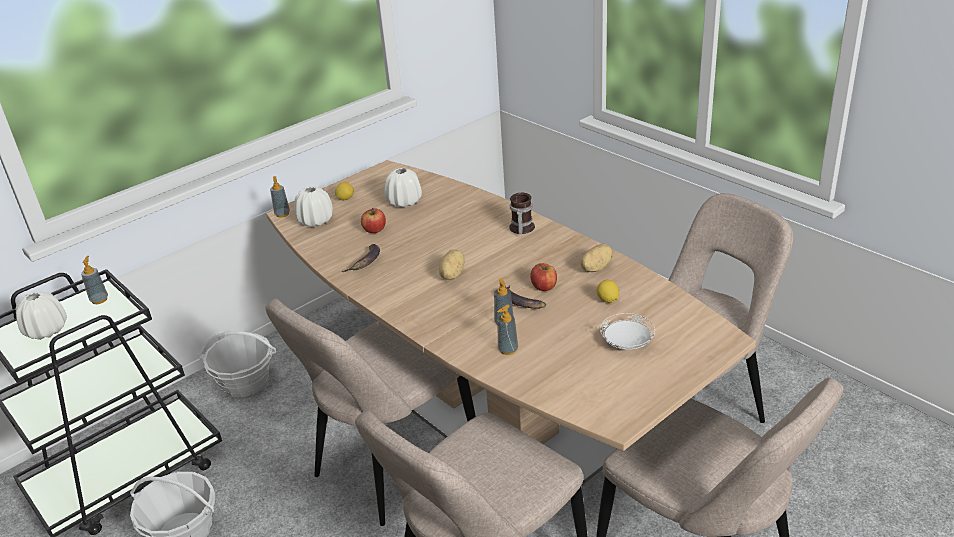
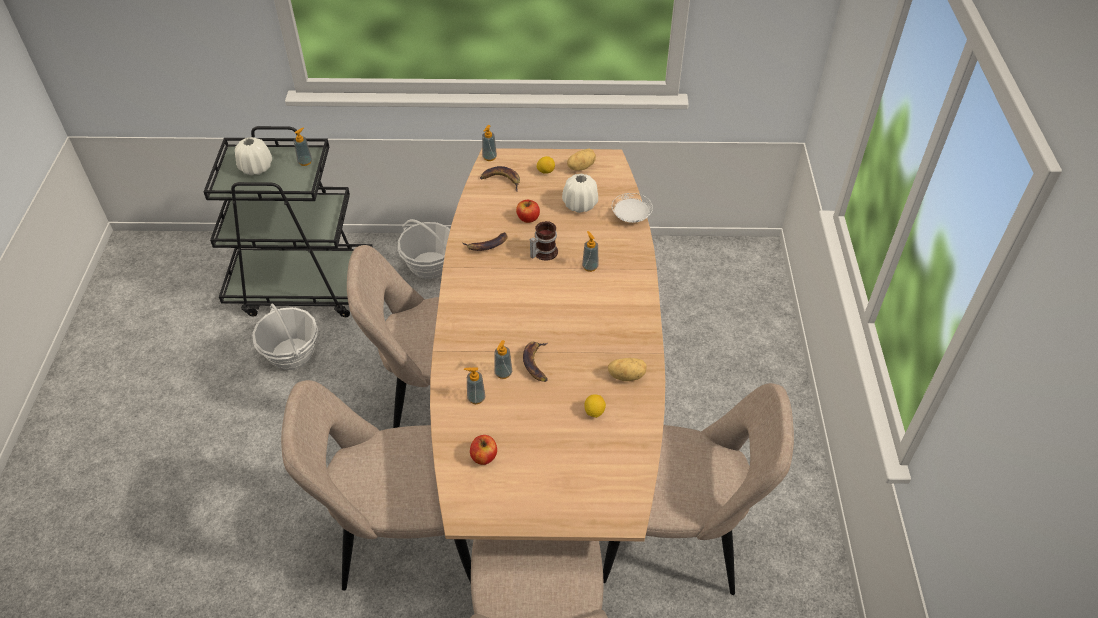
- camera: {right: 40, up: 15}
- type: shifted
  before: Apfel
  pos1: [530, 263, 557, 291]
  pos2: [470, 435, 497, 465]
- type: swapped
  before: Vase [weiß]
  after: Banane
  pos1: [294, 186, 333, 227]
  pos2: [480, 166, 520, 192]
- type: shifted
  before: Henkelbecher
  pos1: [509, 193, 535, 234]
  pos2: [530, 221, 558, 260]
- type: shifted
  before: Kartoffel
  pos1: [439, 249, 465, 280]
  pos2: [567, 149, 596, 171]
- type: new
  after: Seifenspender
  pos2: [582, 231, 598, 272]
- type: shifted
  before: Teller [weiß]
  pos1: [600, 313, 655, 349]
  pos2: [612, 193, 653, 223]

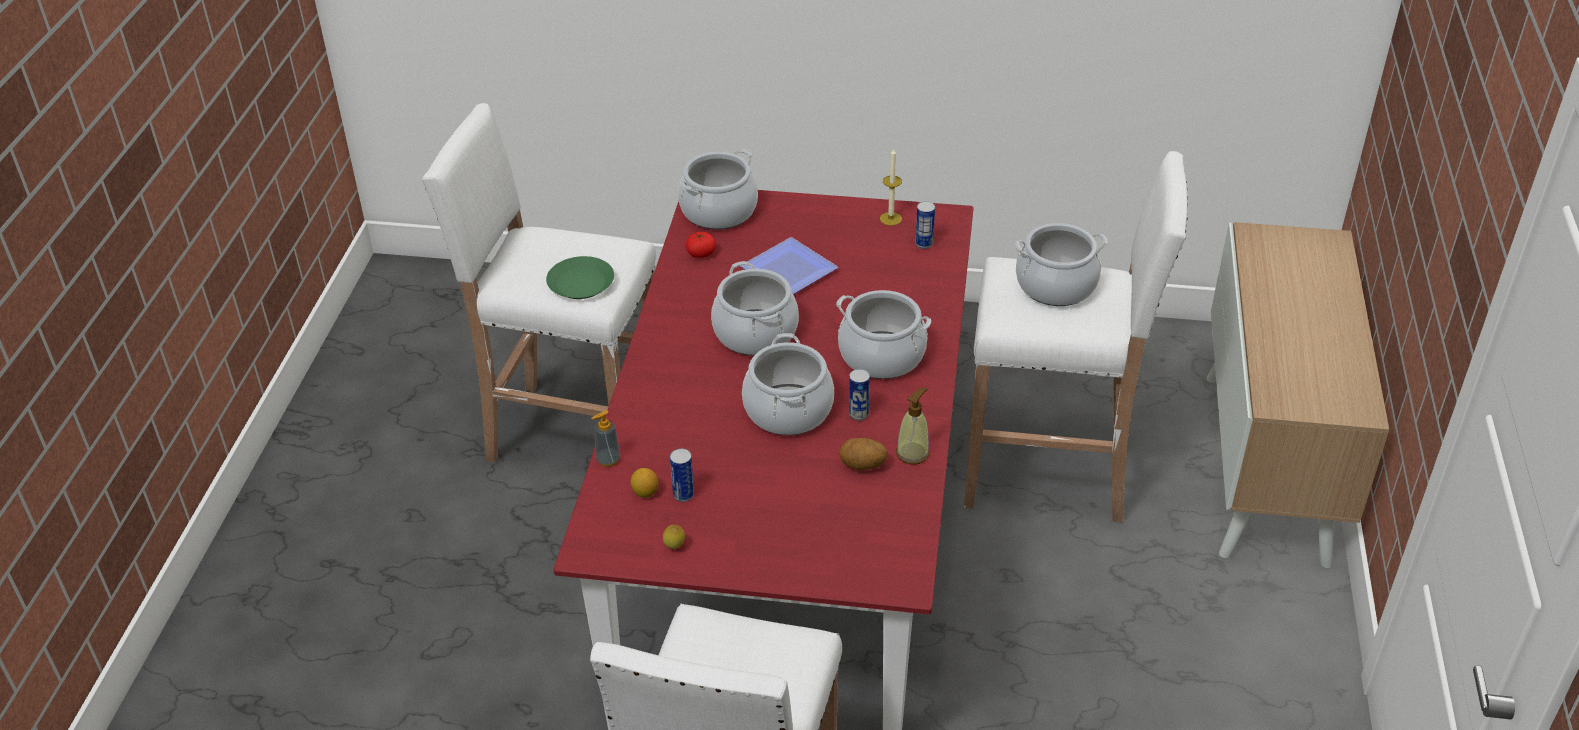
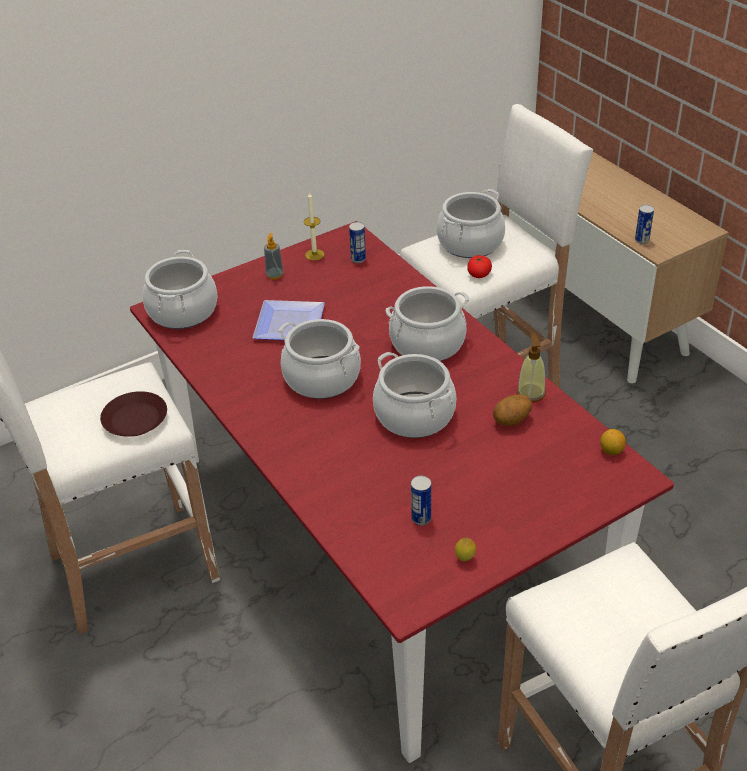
- camera: {right: -40, up: 0}
- type: repainted
  before: Teller [grün]
  after: Teller [braun]
  pos1: [546, 256, 614, 299]
  pos2: [100, 391, 167, 436]
- type: shifted
  before: Seifenspender
  pos1: [592, 410, 620, 467]
  pos2: [264, 233, 284, 280]
- type: shifted
  before: Tomate
  pos1: [686, 232, 716, 258]
  pos2: [467, 255, 492, 278]
- type: shifted
  before: Zitrone
  pos1: [631, 468, 658, 498]
  pos2: [600, 429, 626, 455]
- type: shifted
  before: Dose
  pos1: [849, 369, 870, 421]
  pos2: [635, 205, 654, 244]

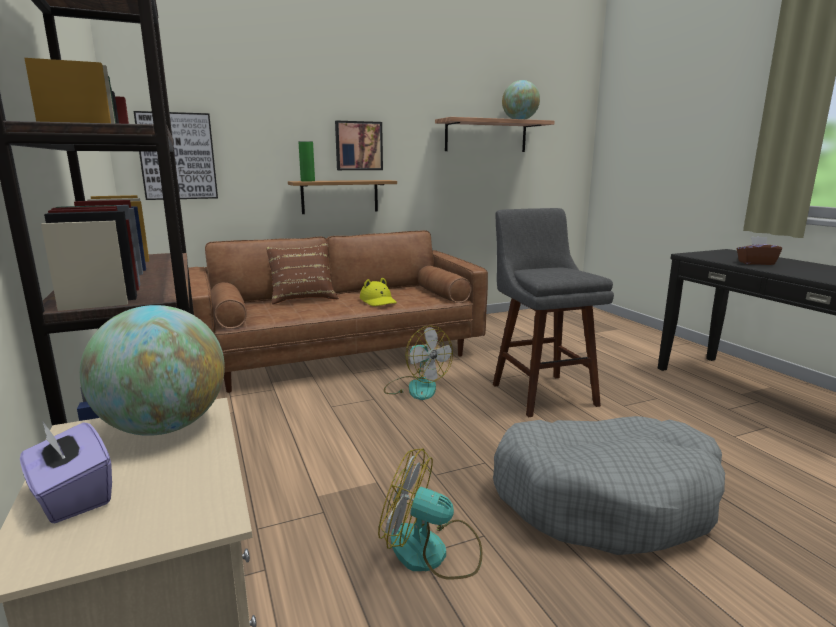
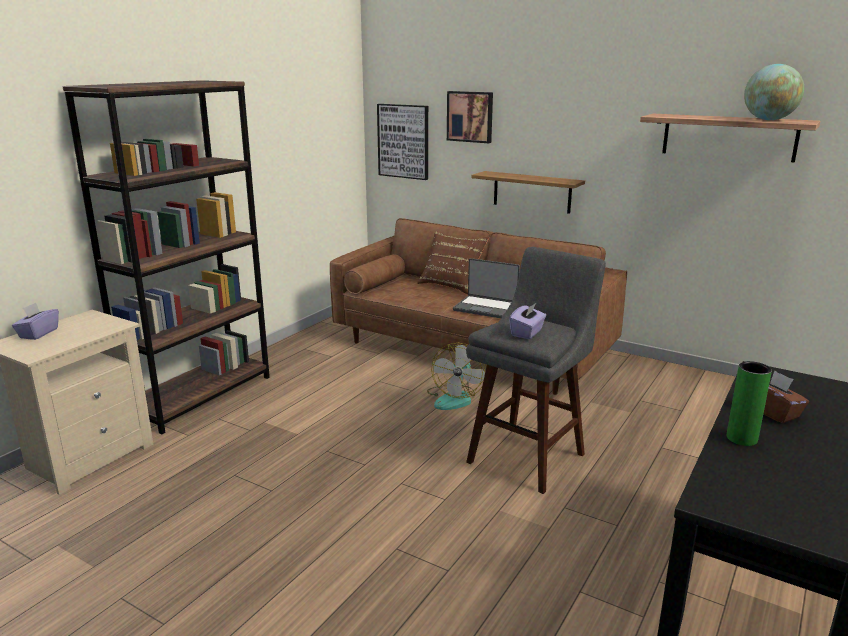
- camera: {right: 55, up: 5}
- type: shifted
  before: Bild
  pos1: [335, 121, 383, 170]
  pos2: [447, 91, 493, 143]
- type: swapped
  before: Hut [gelb]
  after: Laptop
  pos1: [360, 278, 397, 306]
  pos2: [453, 258, 520, 318]
- type: new
  after: Taschentuchbox [lila]
  pos2: [509, 302, 546, 339]
- type: shifted
  before: Vase [grün]
  pos1: [298, 141, 315, 181]
  pos2: [726, 361, 772, 446]
- type: gone
  before: Globus
  pos1: [80, 305, 225, 436]
- type: gone
  before: Ventilator
  pos1: [378, 448, 482, 580]
- type: gone
  before: Hundebett [grau]
  pos1: [493, 416, 725, 555]

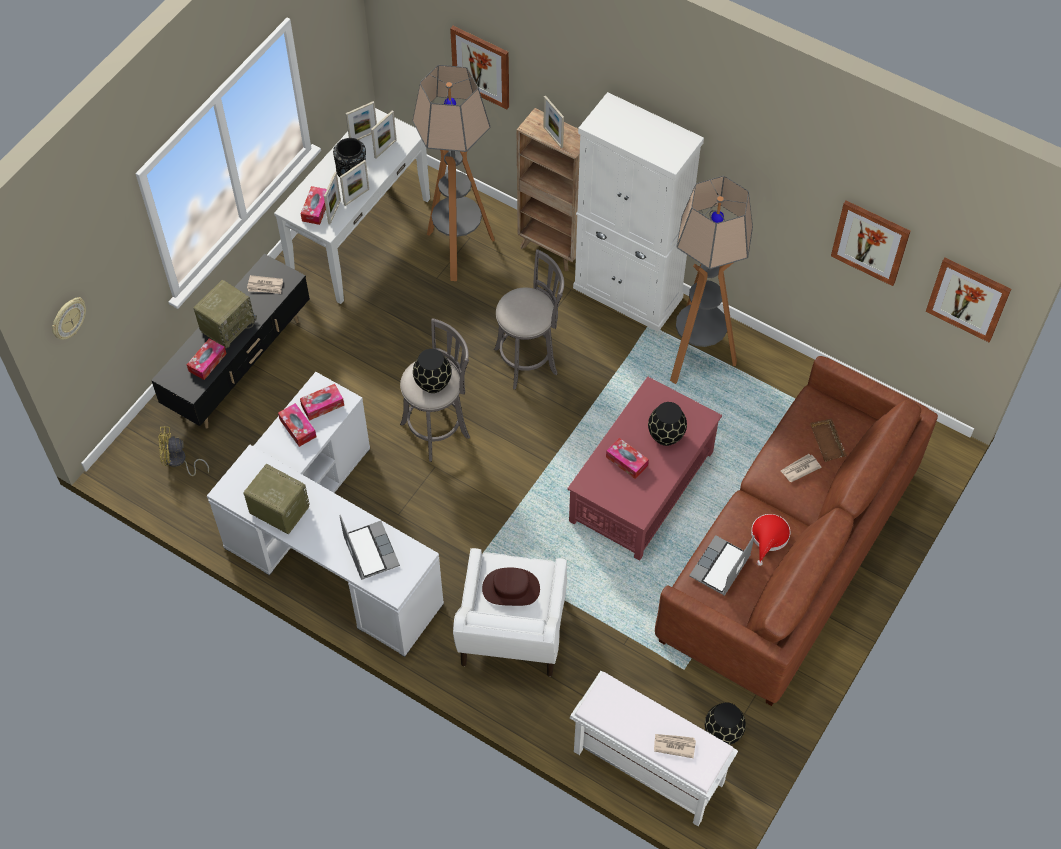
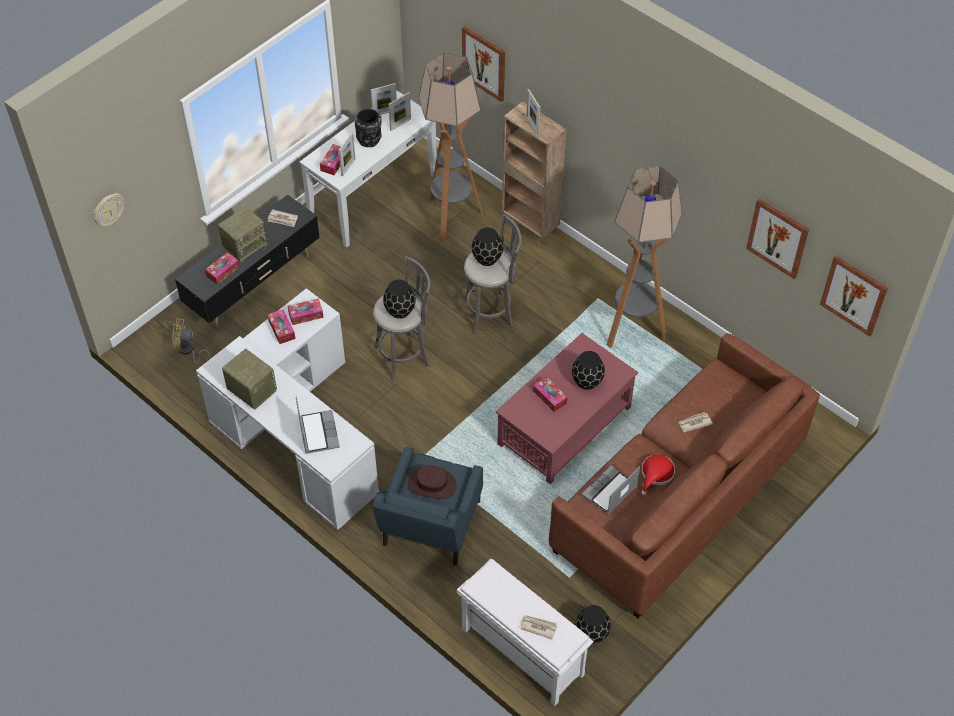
- camera: {right: 10, up: -5}
- type: repainted
  before: Sessel [weiß]
  after: Sessel [blau]
  pos1: [453, 548, 567, 677]
  pos2: [373, 447, 483, 565]
- type: new
  after: Vase [schwarz]
  pos2: [472, 228, 503, 266]
- type: gone
  before: Bilderrahmen
  pos1: [340, 160, 369, 206]
- type: gone
  before: Schrank [weiß]
  pos1: [573, 92, 704, 332]
- type: gone
  before: Tablett [braun]
  pos1: [810, 418, 847, 462]

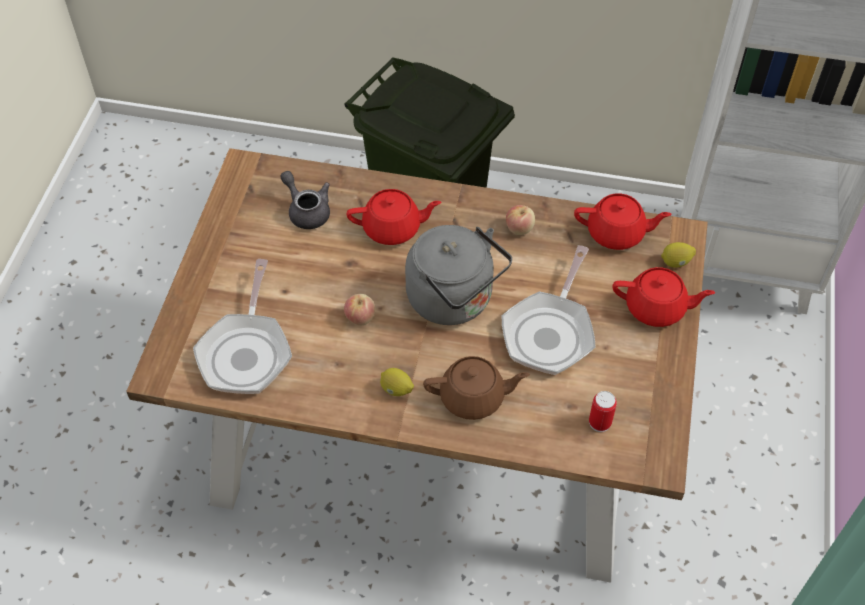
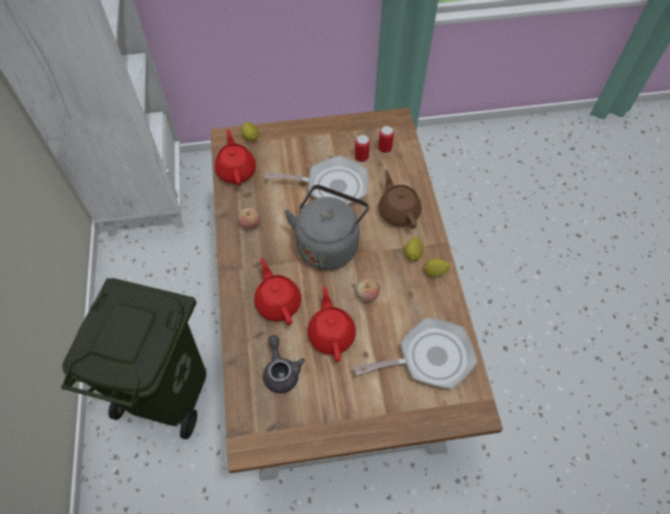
- camera: {right: -110, up: 5}
- type: rotated
  before: Teekanne [grau]
  pos1: [280, 171, 330, 229]
  pos2: [263, 335, 305, 393]
  turn: 135
- type: shifted
  before: Teekanne [rot]
  pos1: [612, 267, 715, 327]
  pos2: [308, 286, 356, 362]
- type: new
  after: Dose
  pos2: [355, 135, 370, 163]
- type: new
  after: Zitrone
  pos2: [423, 259, 450, 278]

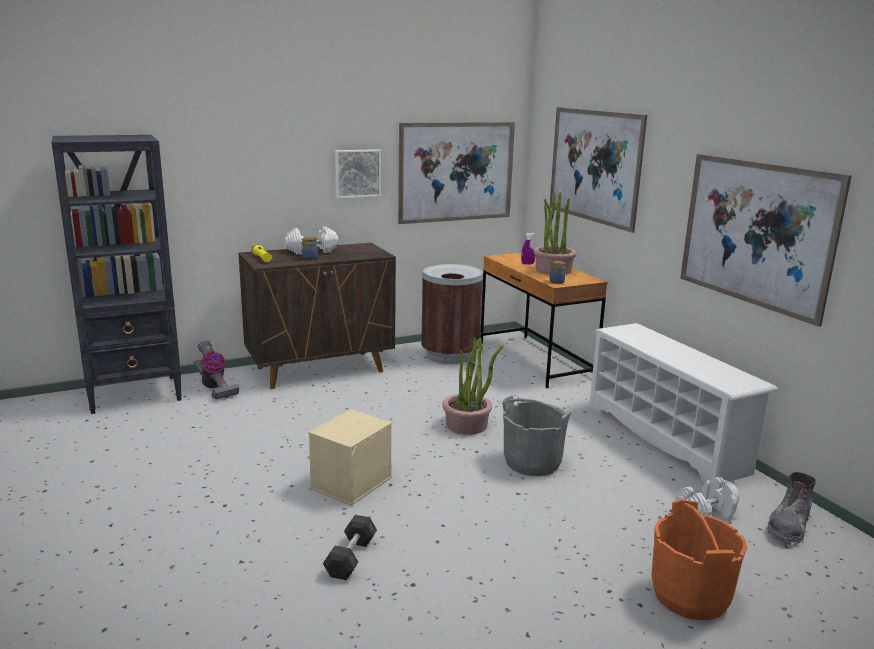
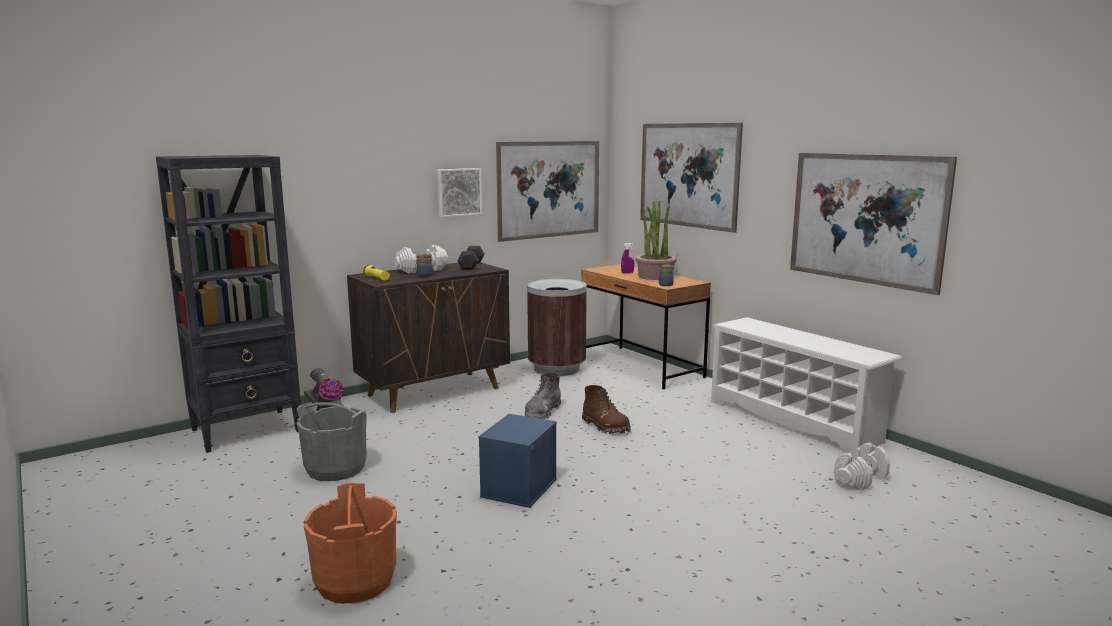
- camera: {right: -10, up: -5}
- type: shifted
  before: Eimer [grau]
  pos1: [502, 396, 571, 476]
  pos2: [297, 402, 367, 481]
- type: shifted
  before: Eimer [orange]
  pos1: [651, 500, 747, 620]
  pos2: [303, 483, 397, 604]
- type: shifted
  before: Hantel [grau]
  pos1: [323, 515, 377, 580]
  pos2: [457, 246, 485, 270]
- type: repainted
  before: Aufbewahrungsbox [beige]
  after: Aufbewahrungsbox [blau]
  pos1: [308, 409, 392, 506]
  pos2: [478, 414, 557, 508]
- type: shifted
  before: Stiefel [grau]
  pos1: [767, 472, 816, 545]
  pos2: [525, 372, 561, 419]
- type: swapped
  before: Topfpflanze
  after: Stiefel [braun]
  pos1: [442, 338, 504, 435]
  pos2: [582, 385, 631, 434]

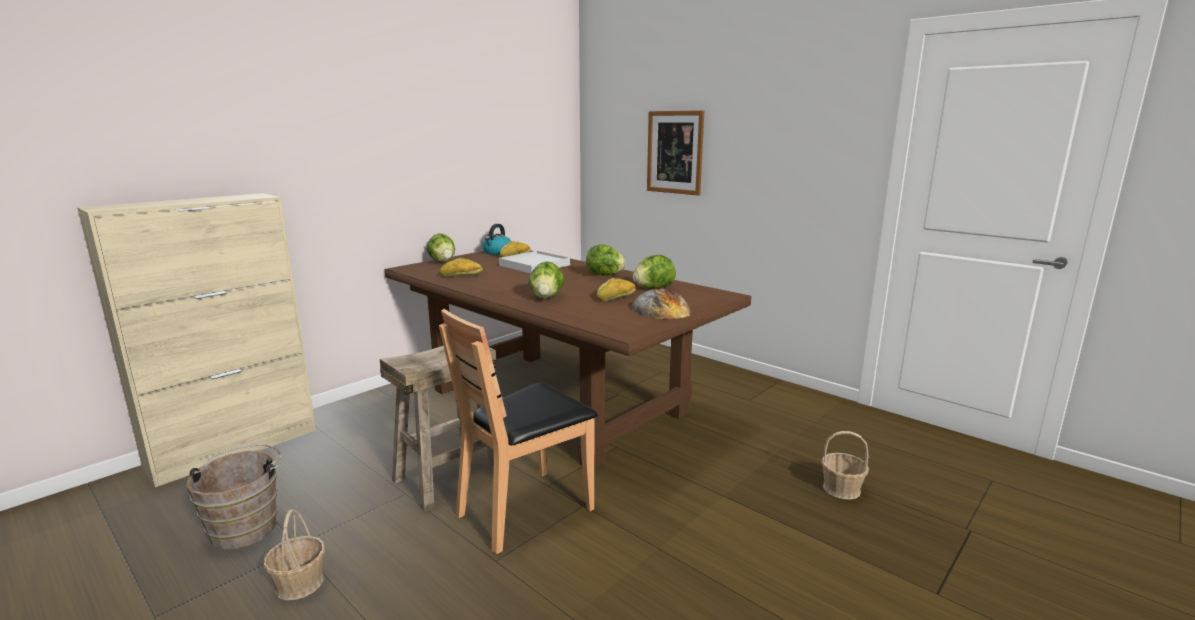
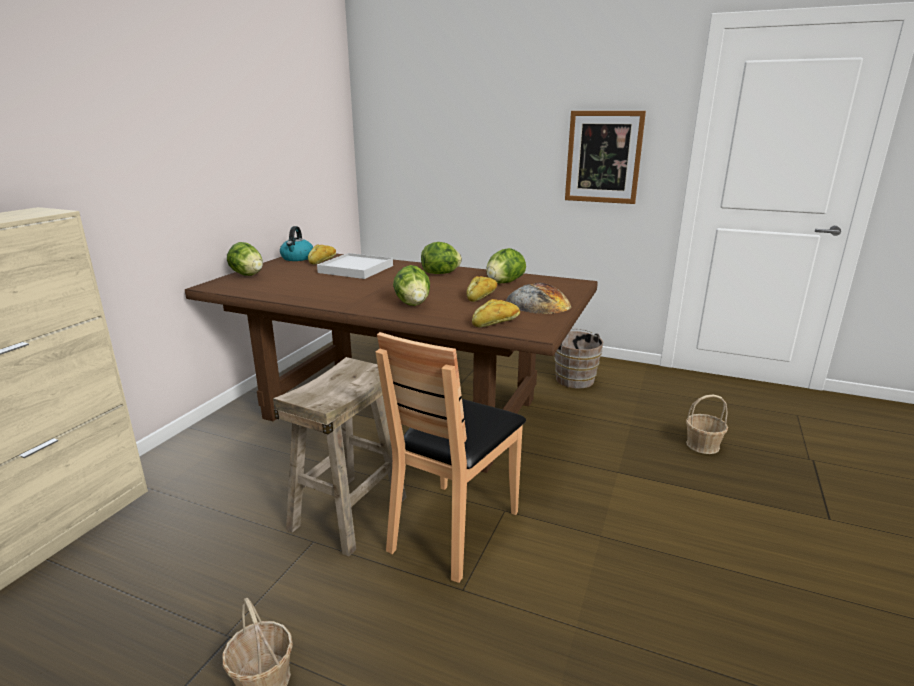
- camera: {right: -20, up: 5}
- type: shifted
  before: Brot
  pos1: [439, 258, 483, 277]
  pos2: [472, 299, 520, 327]
- type: shifted
  before: Eimer [braun]
  pos1: [186, 444, 281, 549]
  pos2: [554, 328, 603, 388]
- type: shifted
  before: Bild
  pos1: [647, 110, 704, 196]
  pos2: [565, 111, 646, 204]

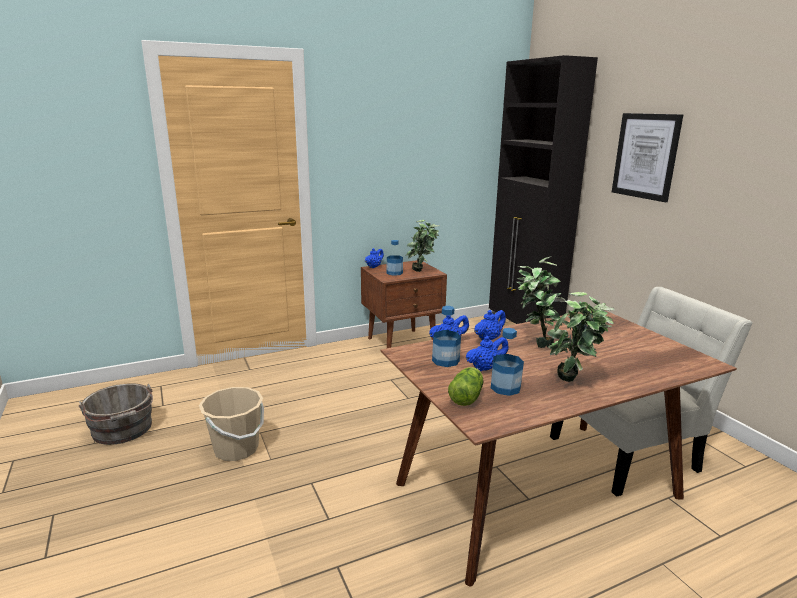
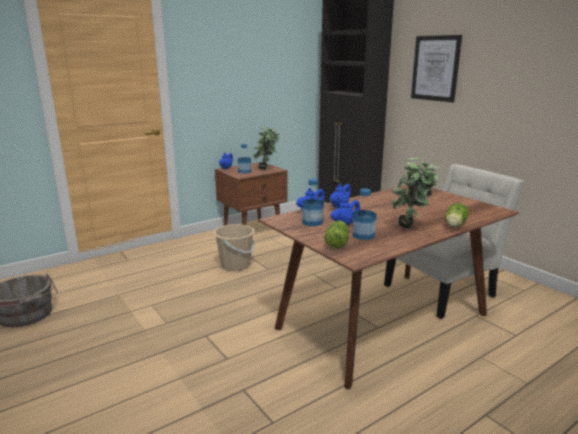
- camera: {right: -10, up: 0}
- type: shifted
  before: Eimer [beige]
  pos1: [199, 387, 264, 461]
  pos2: [214, 224, 255, 271]
- type: new
  after: Salatkopf
  pos2: [445, 203, 469, 227]
- type: gone
  before: Topfpflanze
  pos1: [517, 256, 566, 348]

